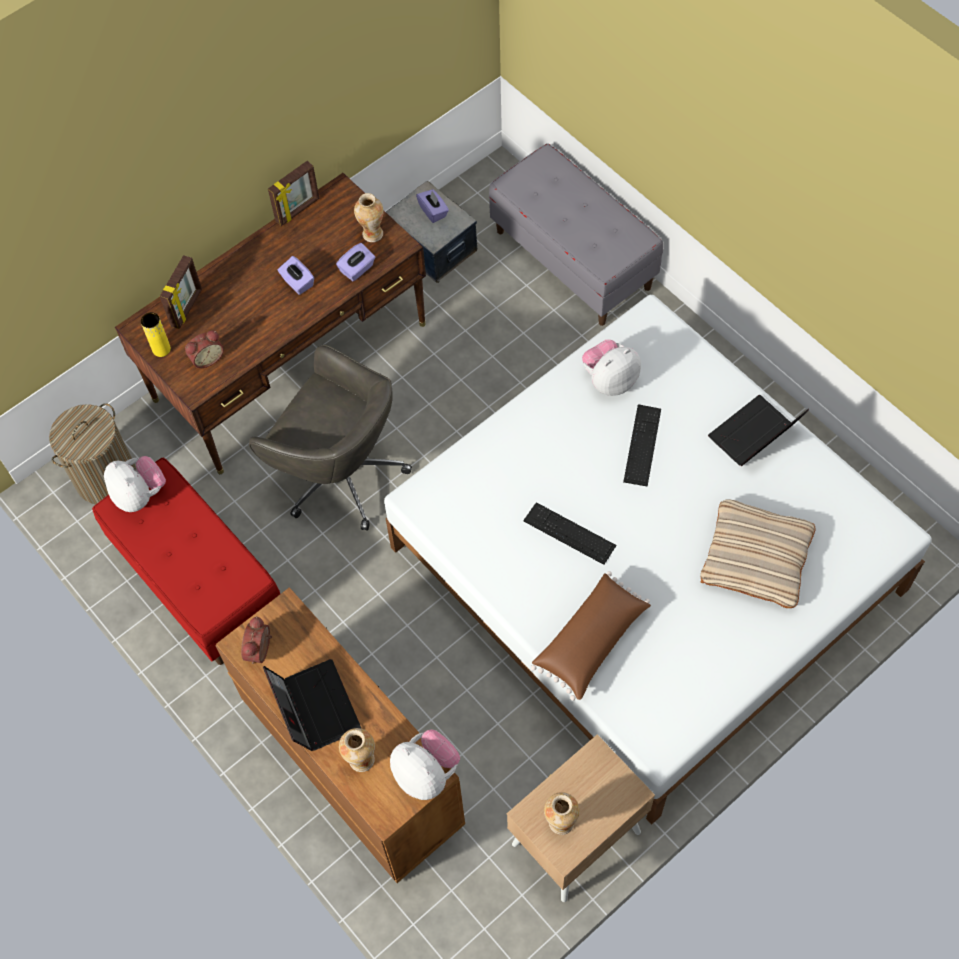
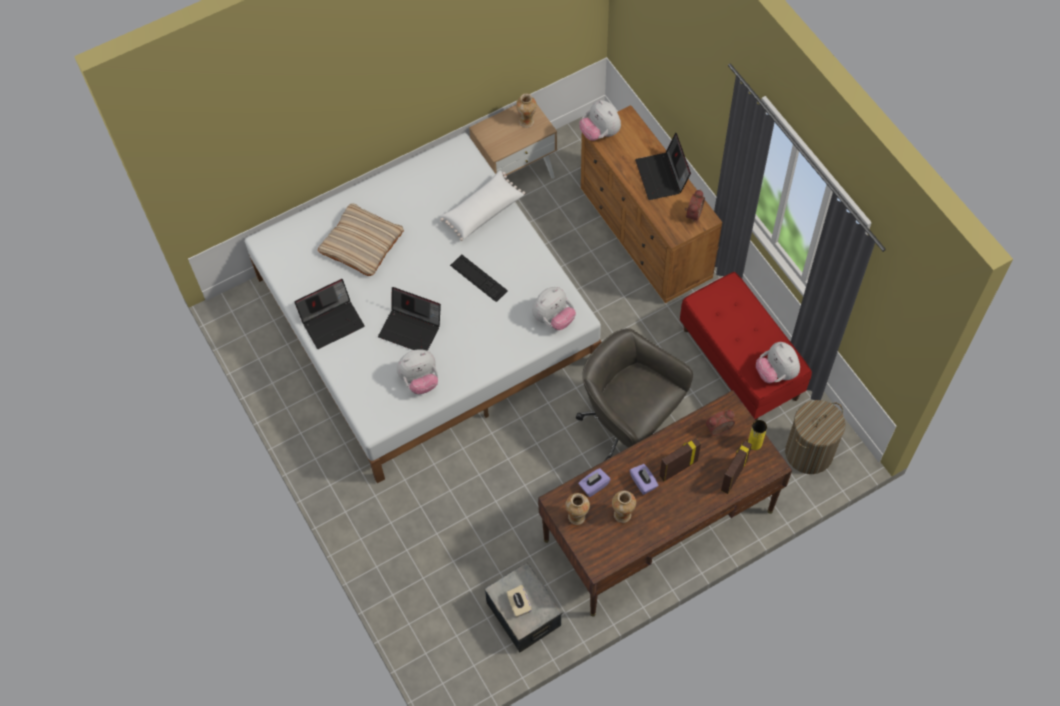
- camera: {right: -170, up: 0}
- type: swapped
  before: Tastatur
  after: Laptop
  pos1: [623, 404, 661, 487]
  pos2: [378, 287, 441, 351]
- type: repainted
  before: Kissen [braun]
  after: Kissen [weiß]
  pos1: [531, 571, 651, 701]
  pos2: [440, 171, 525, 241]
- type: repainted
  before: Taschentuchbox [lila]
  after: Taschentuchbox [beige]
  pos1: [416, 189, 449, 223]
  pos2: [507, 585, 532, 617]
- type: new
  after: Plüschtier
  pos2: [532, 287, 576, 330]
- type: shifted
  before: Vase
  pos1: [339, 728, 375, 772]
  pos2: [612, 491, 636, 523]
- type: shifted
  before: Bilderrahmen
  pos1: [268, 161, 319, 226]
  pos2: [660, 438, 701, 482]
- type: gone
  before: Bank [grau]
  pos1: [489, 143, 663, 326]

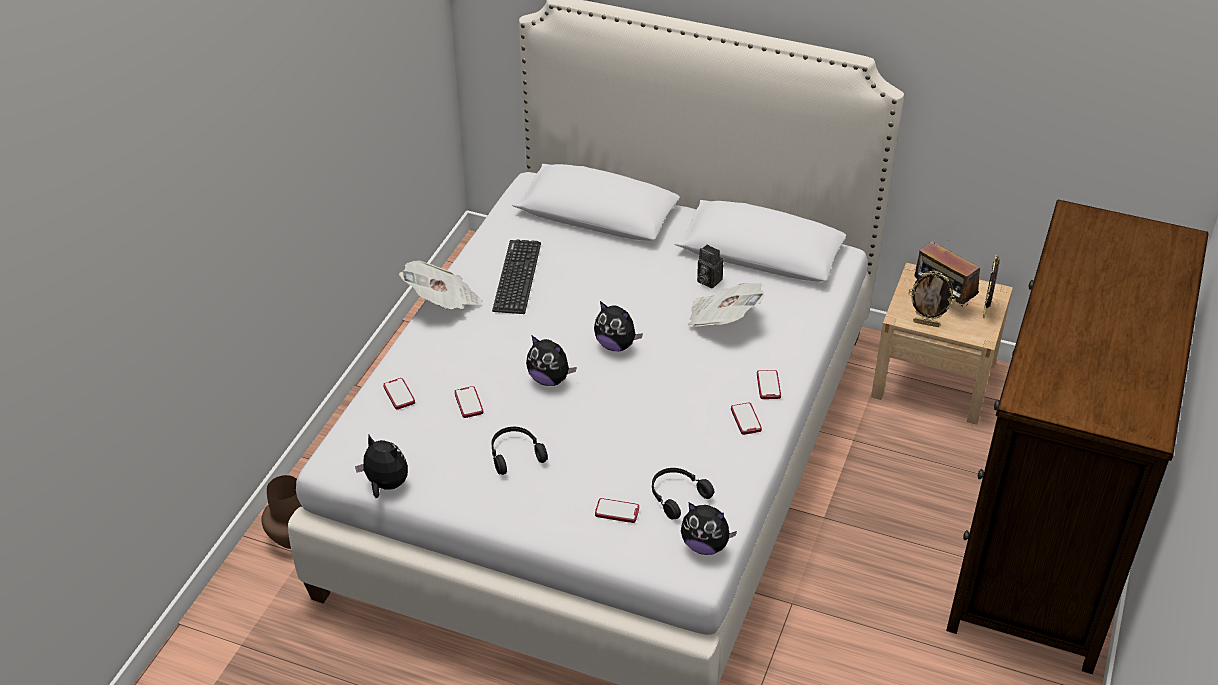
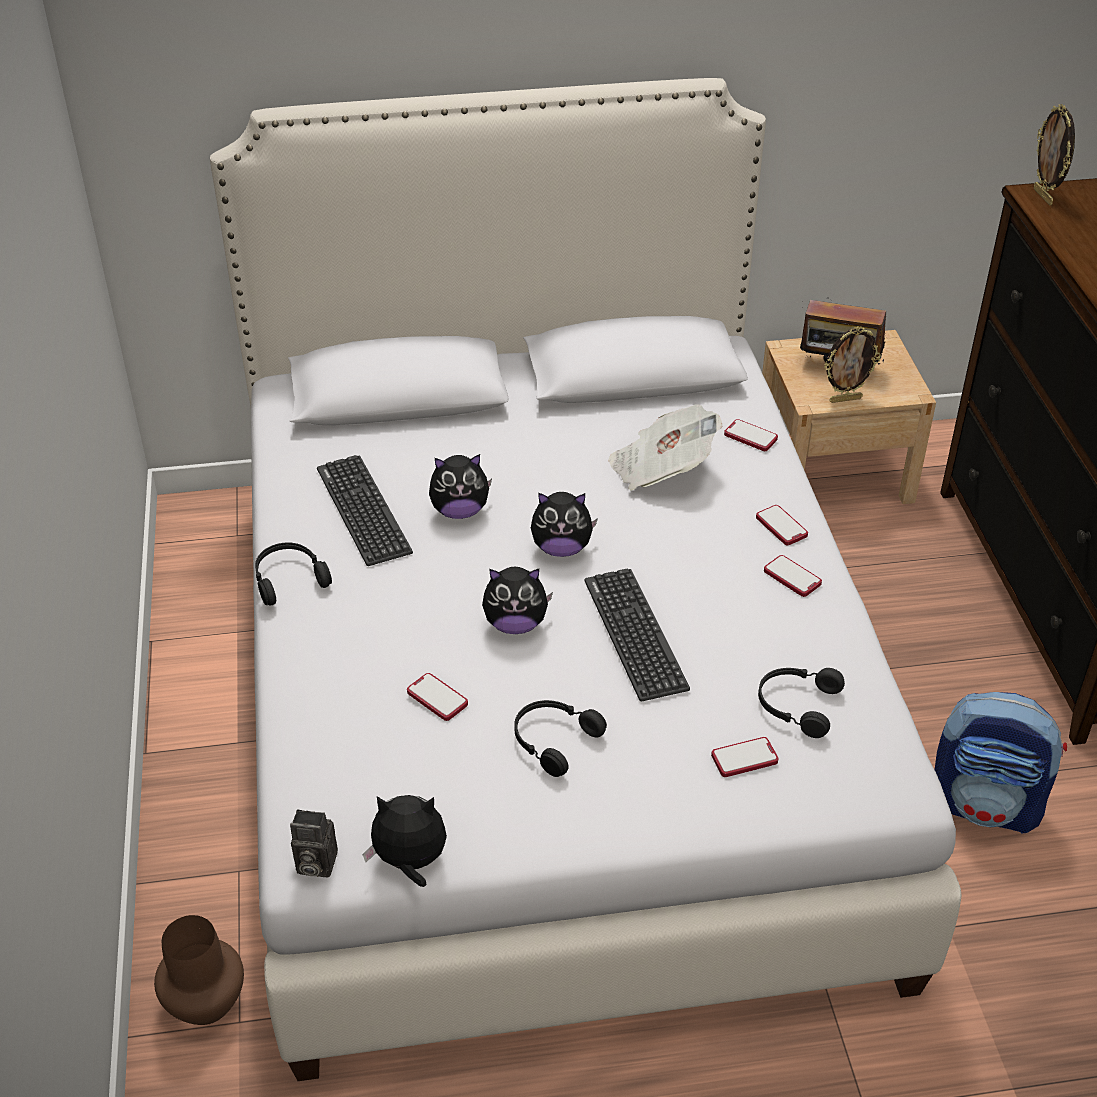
- camera: {right: -30, up: 0}
- type: swapped
  before: Zeitung
  after: Kopfhörer [schwarz]
  pos1: [399, 260, 483, 310]
  pos2: [255, 542, 332, 606]
- type: shifted
  before: Kamera
  pos1: [697, 245, 723, 288]
  pos2: [290, 809, 338, 877]
- type: shifted
  before: Plüschtier
  pos1: [681, 503, 737, 555]
  pos2: [429, 454, 492, 519]
- type: new
  after: Tastatur
  pos2: [584, 569, 690, 701]
- type: shifted
  before: Handy
  pos1: [383, 378, 415, 409]
  pos2: [724, 419, 778, 451]
- type: new
  after: Rucksack
  pos2: [935, 692, 1067, 834]
- type: shifted
  before: Bilderrahmen
  pos1: [983, 254, 1000, 318]
  pos2: [1034, 104, 1075, 205]

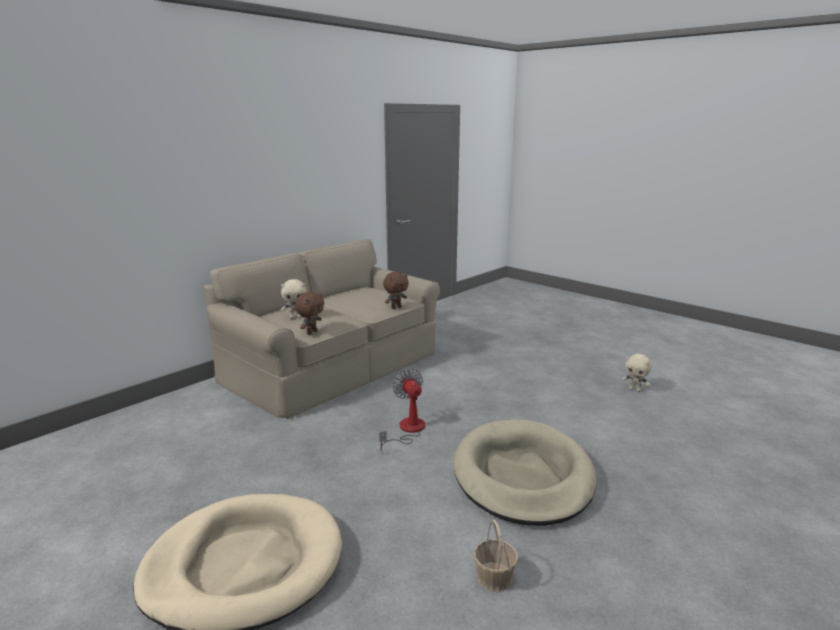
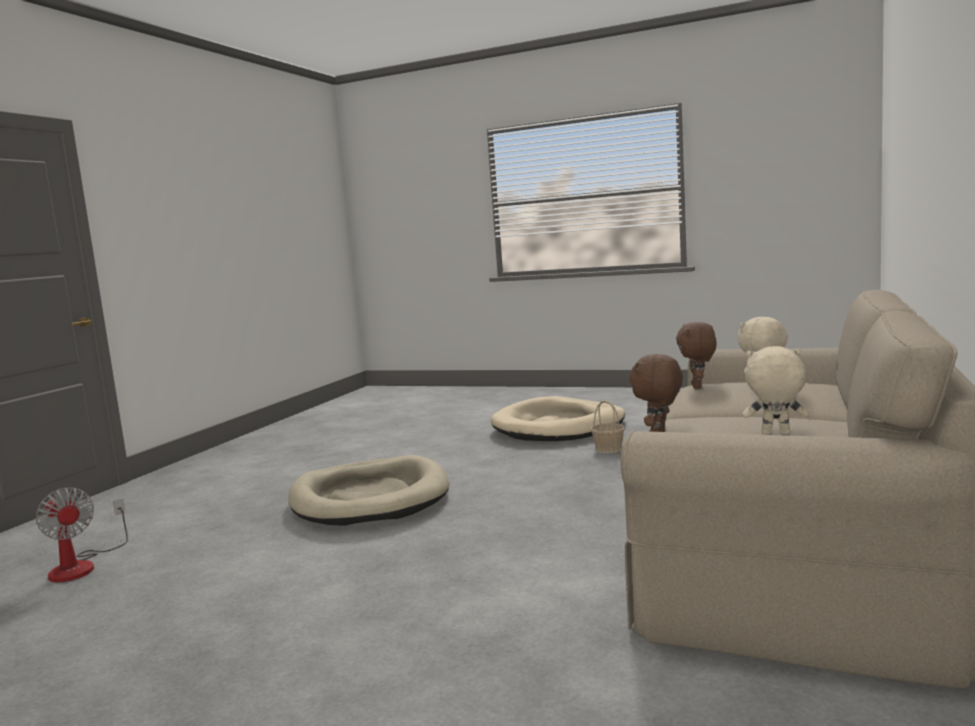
- camera: {right: 160, up: -10}
- type: shifted
  before: Ventilator
  pos1: [379, 369, 425, 451]
  pos2: [36, 487, 128, 582]
- type: shifted
  before: Korb
  pos1: [474, 520, 518, 592]
  pos2: [591, 400, 625, 453]
- type: shifted
  before: Plüschtier [beige]
  pos1: [622, 354, 652, 392]
  pos2: [743, 346, 809, 435]

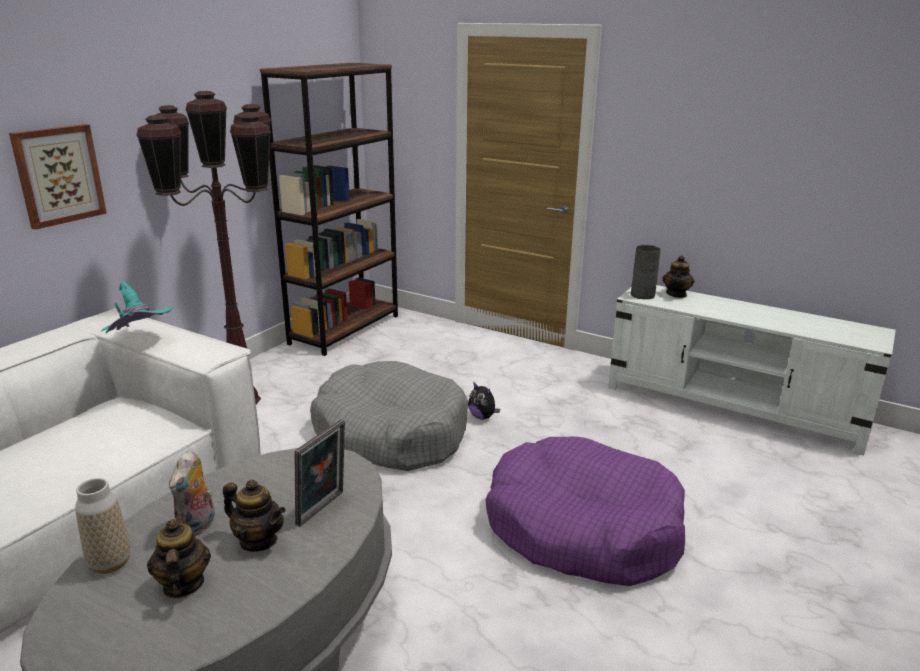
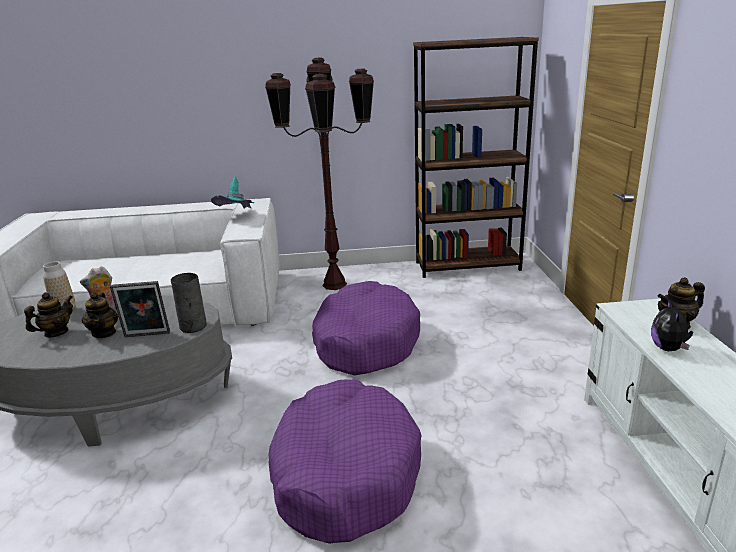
- camera: {right: 55, up: 0}
- type: shifted
  before: Vase [grau]
  pos1: [630, 245, 660, 299]
  pos2: [171, 273, 207, 333]
- type: repainted
  before: Hundebett [grau]
  after: Hundebett [lila]
  pos1: [310, 361, 468, 471]
  pos2: [312, 281, 420, 375]
- type: shifted
  before: Plüschtier
  pos1: [468, 382, 500, 420]
  pos2: [651, 299, 693, 351]
- type: gone
  before: Bild
  pos1: [9, 124, 107, 229]

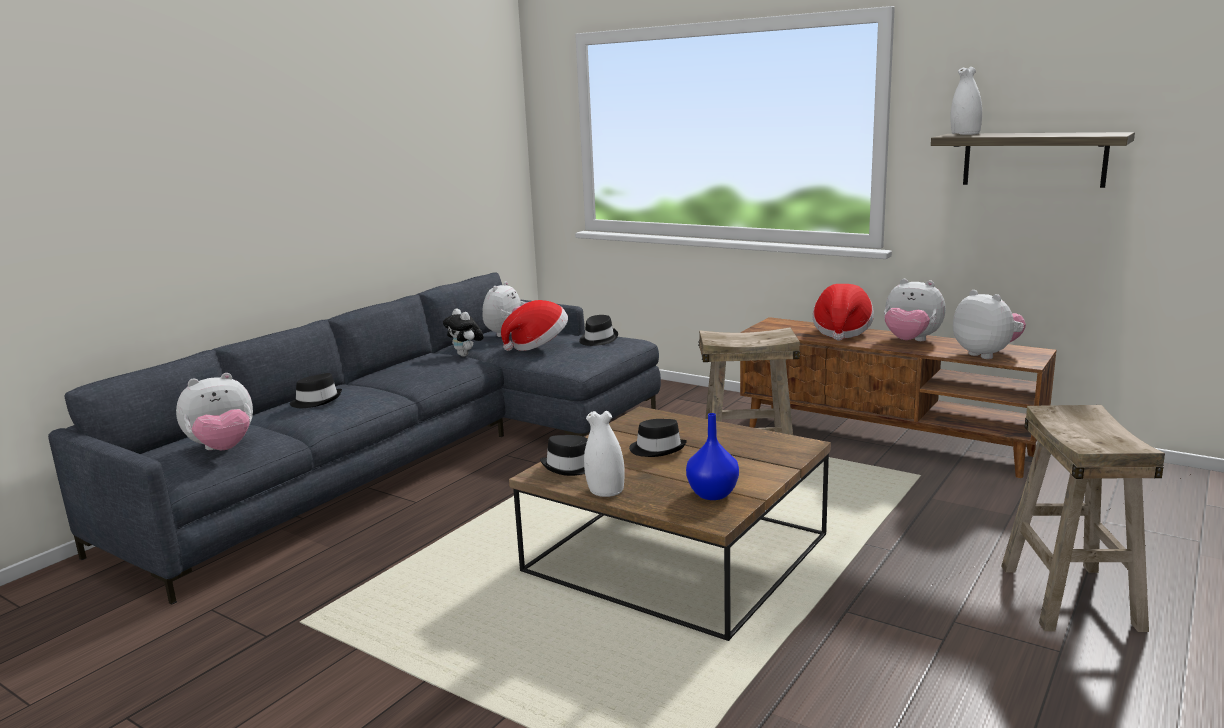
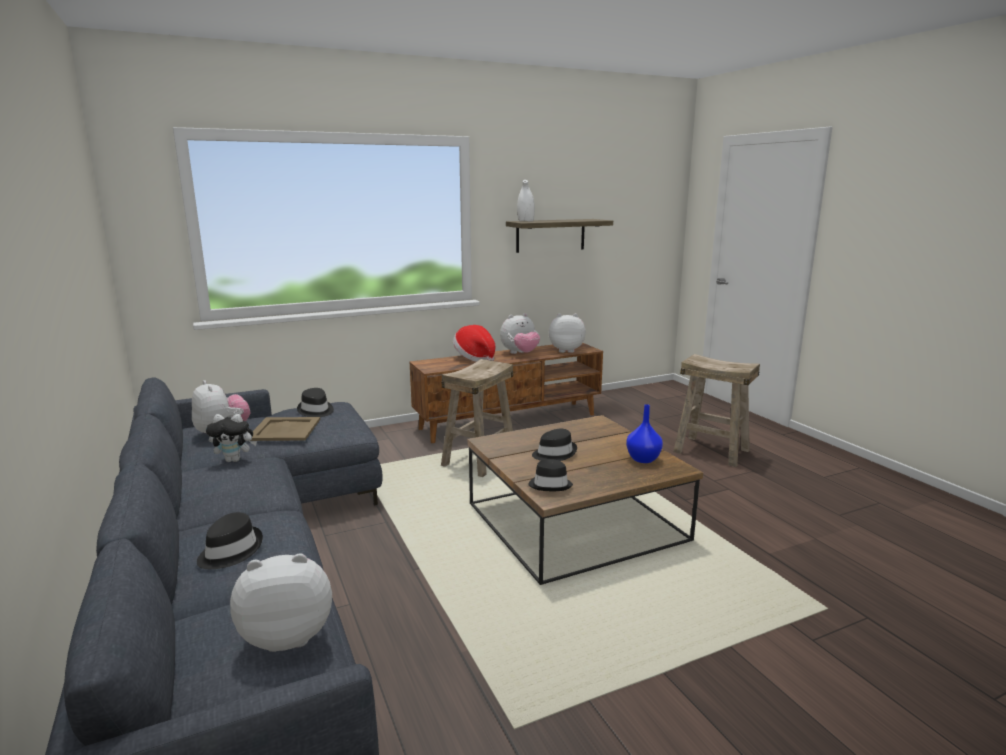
- camera: {right: -60, up: 0}
- type: rotated
  before: Plüschtier
  pos1: [176, 373, 253, 450]
  pos2: [230, 553, 332, 652]
  turn: -105
- type: swapped
  before: Hut
  after: Tablett [beige]
  pos1: [501, 300, 568, 351]
  pos2: [250, 417, 320, 441]
- type: gone
  before: Vase [weiß]
  pos1: [584, 411, 625, 497]

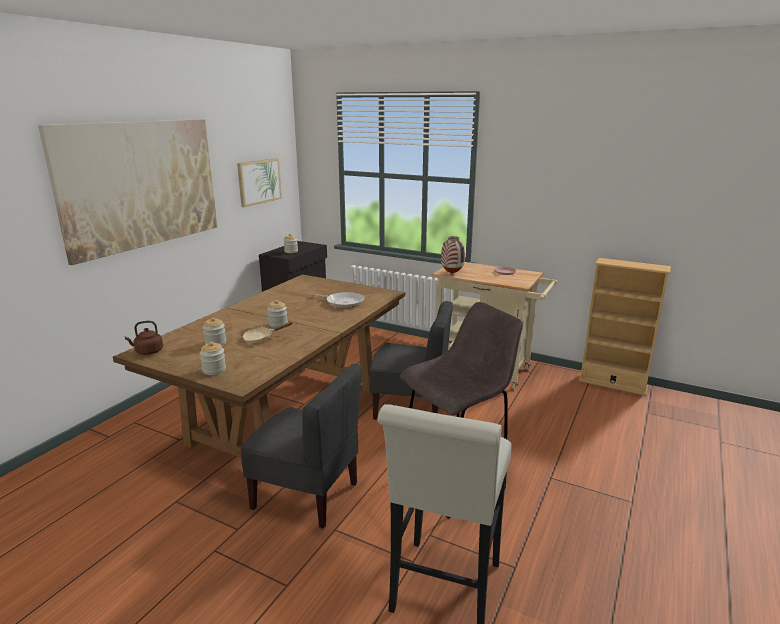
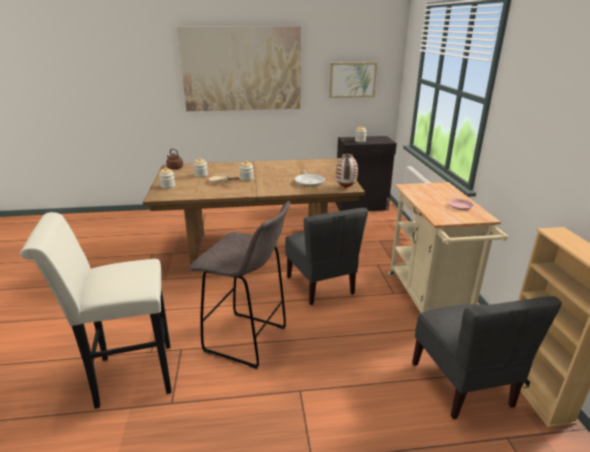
- camera: {right: 55, up: 5}
- type: shifted
  before: Vase
  pos1: [441, 236, 465, 274]
  pos2: [336, 154, 358, 188]
- type: shifted
  before: Stuhl [grau]
  pos1: [240, 364, 362, 529]
  pos2: [412, 296, 562, 419]

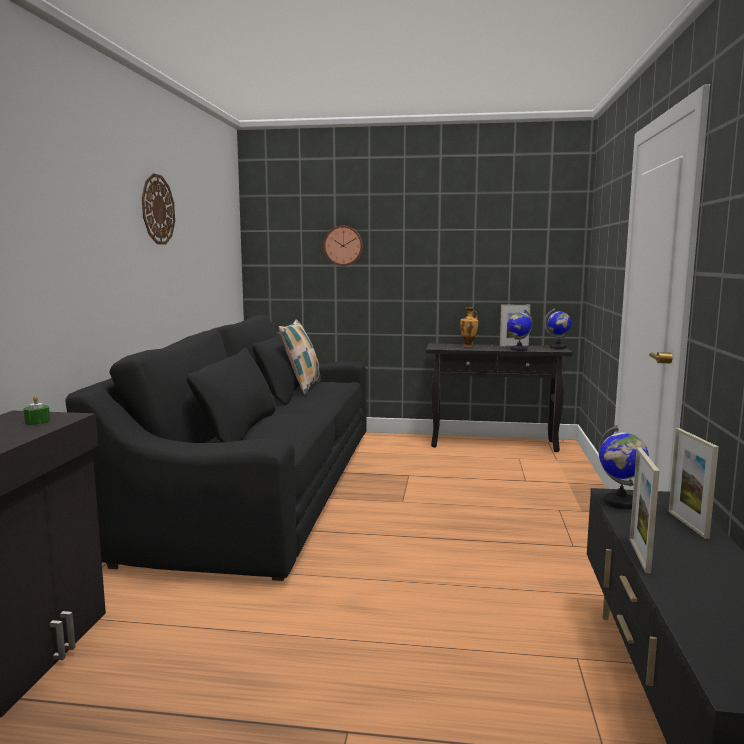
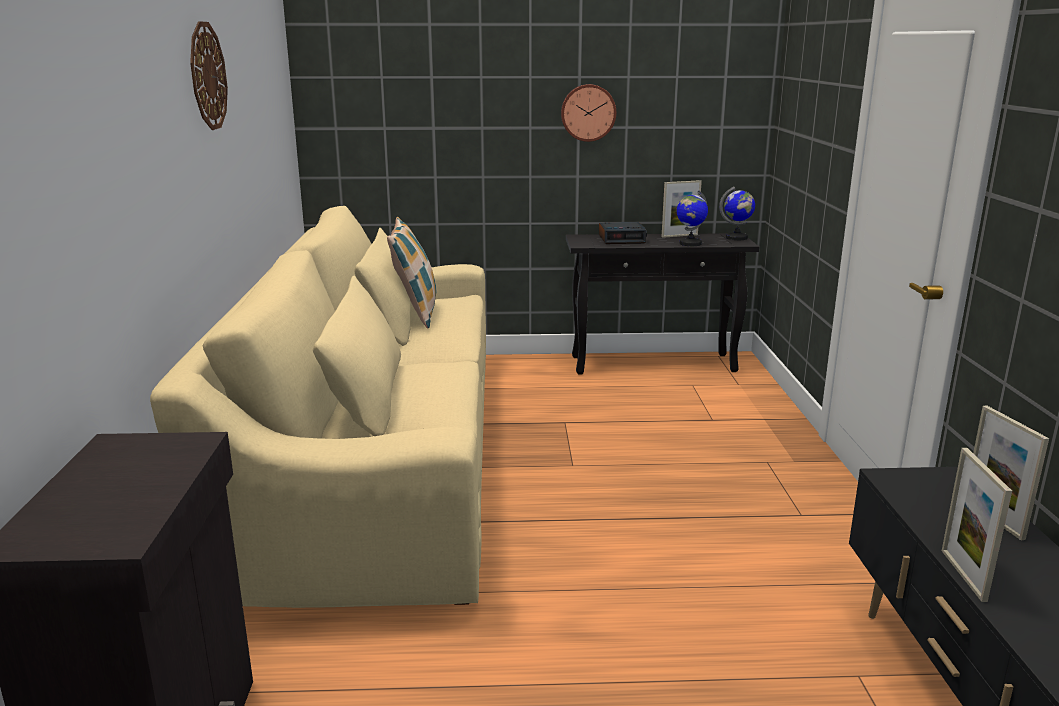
- camera: {right: -10, up: 10}
- type: repainted
  before: Sofa [schwarz]
  after: Sofa [beige]
  pos1: [65, 315, 367, 581]
  pos2: [150, 206, 486, 608]
- type: shifted
  before: Wanduhr
  pos1: [324, 226, 363, 266]
  pos2: [561, 84, 616, 142]
- type: swapped
  before: Vase
  after: Wecker
  pos1: [460, 307, 478, 347]
  pos2: [599, 222, 647, 244]
- type: gone
  before: Kerze [grün]
  pos1: [24, 395, 50, 425]
- type: gone
  before: Globus
  pos1: [598, 425, 649, 509]

